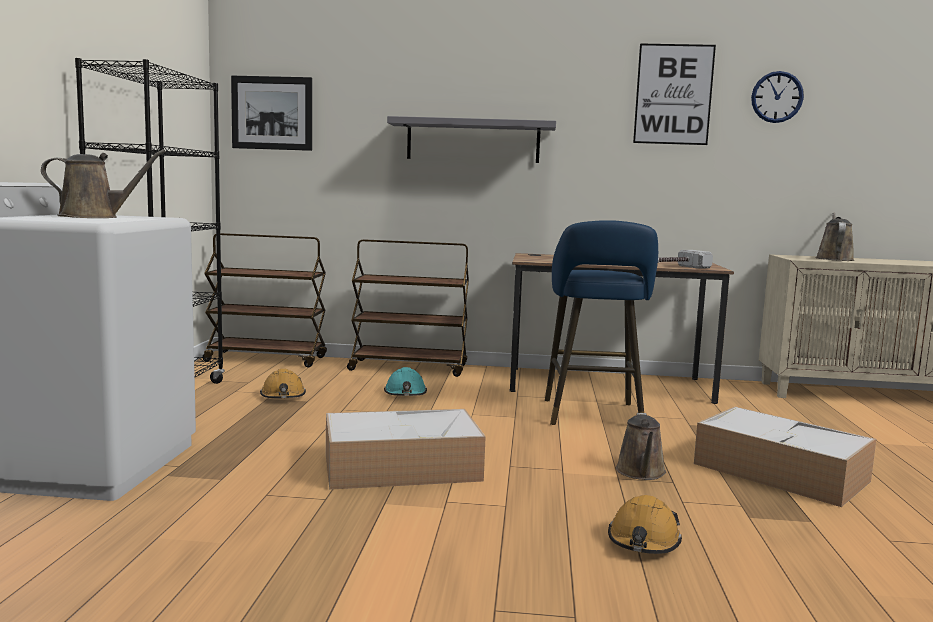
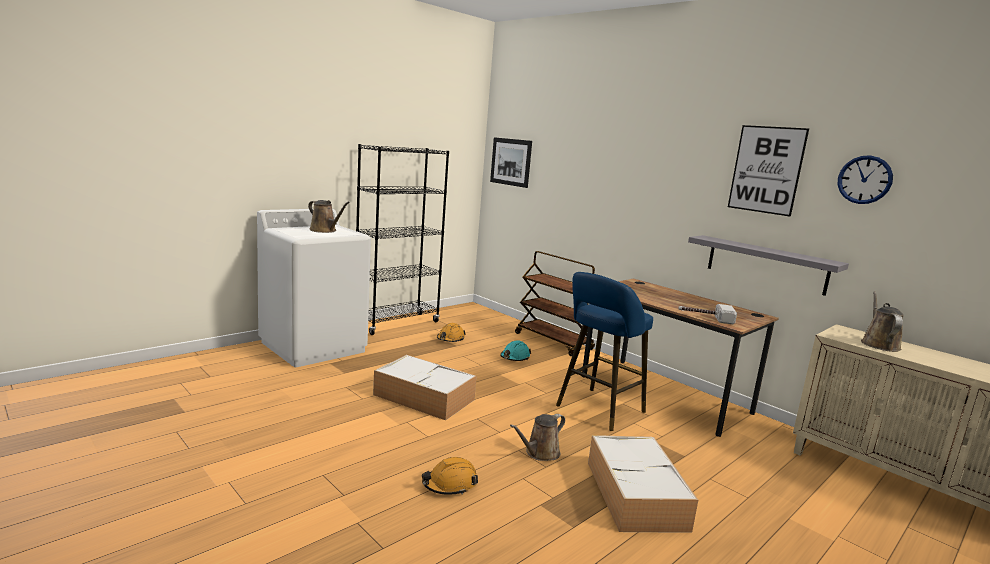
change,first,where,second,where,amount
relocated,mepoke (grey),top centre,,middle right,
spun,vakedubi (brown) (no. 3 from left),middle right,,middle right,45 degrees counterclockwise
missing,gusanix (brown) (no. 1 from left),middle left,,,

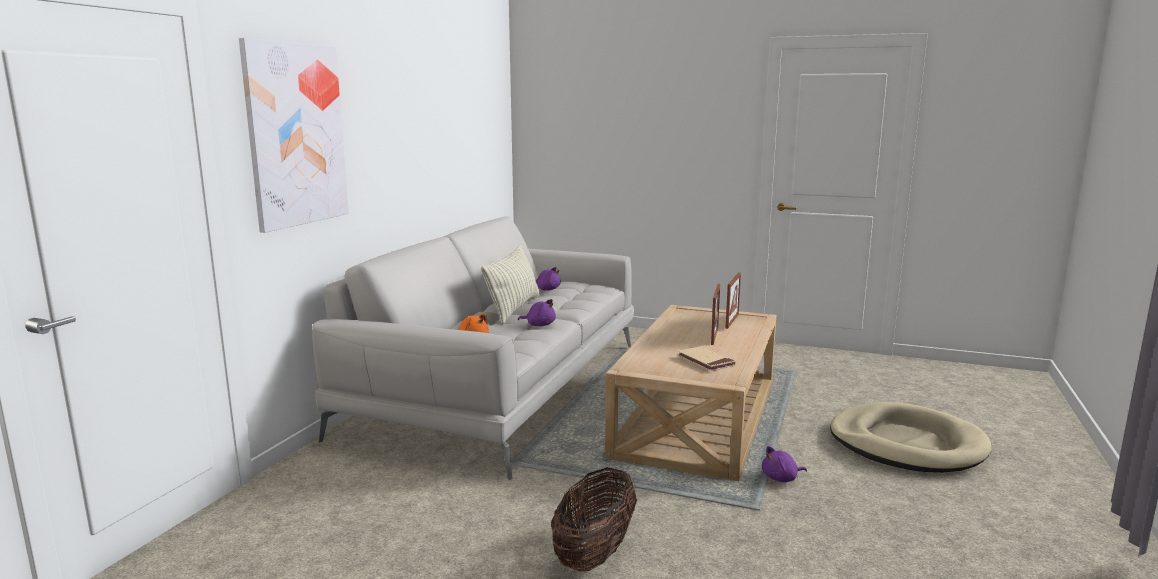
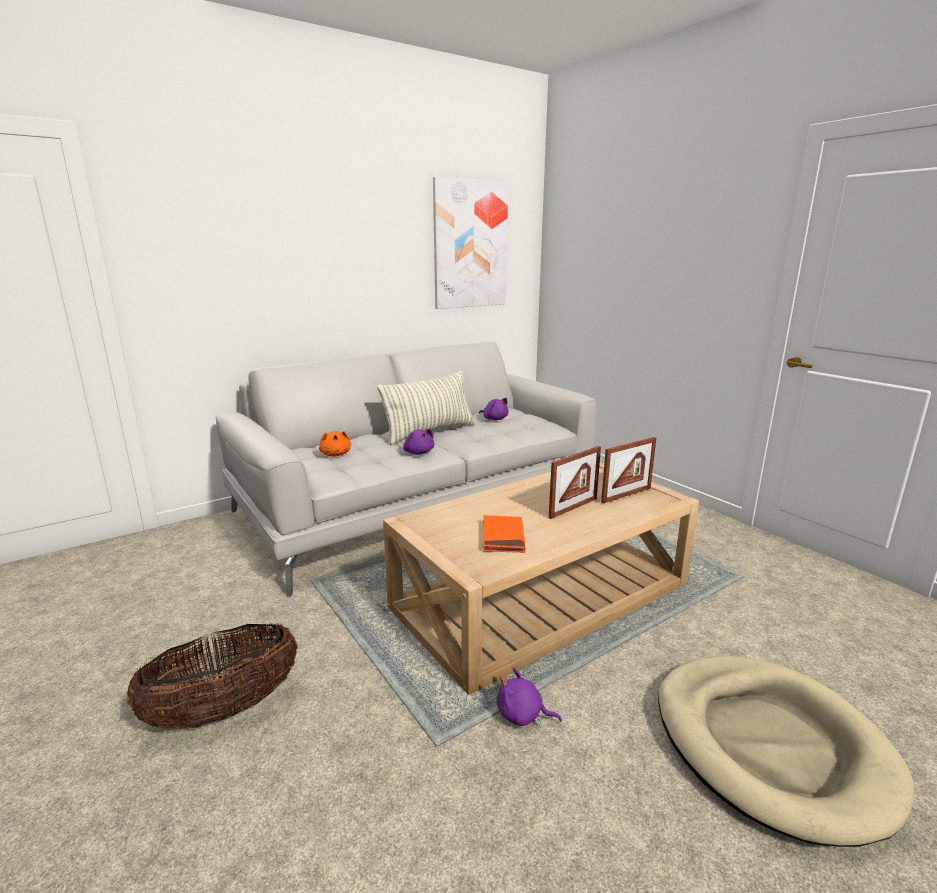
change,first,where,second,where,amount
relocated,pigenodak,top left,,top centre,
colour,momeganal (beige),centre,momeganal (orange),centre,

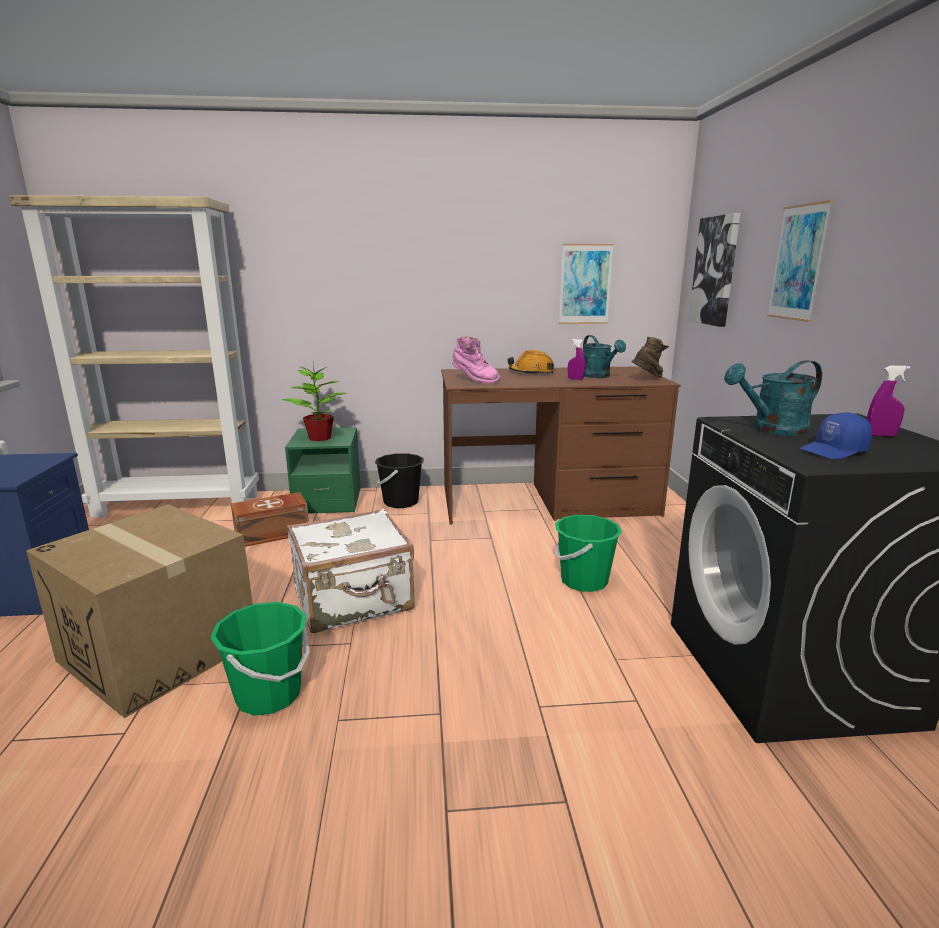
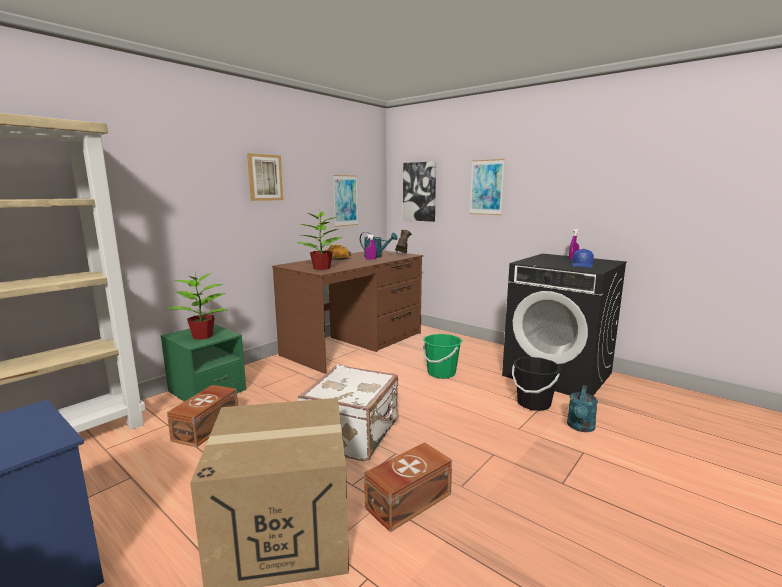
change,first,where,second,where,amount
appeared,,,pigenodak (no. 1 from left),top centre,
exchanged,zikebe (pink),centre,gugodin (no. 2 from left),centre,
exchanged,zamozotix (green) (no. 1 from left),bottom left,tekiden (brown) (no. 2 from left),bottom centre,
relocated,zamozotix (black),centre,,middle right,
relocated,vakedubi (turquoise) (no. 2 from left),middle right,,bottom right,

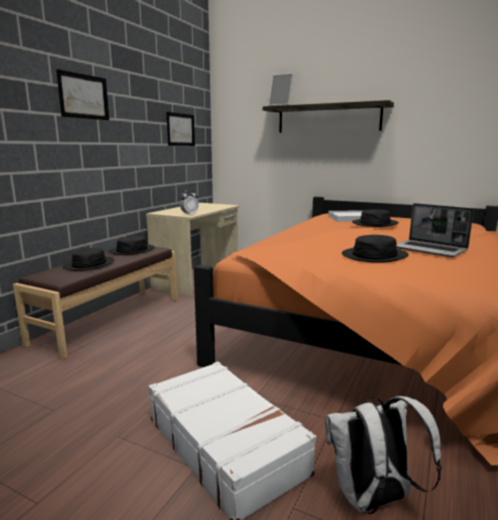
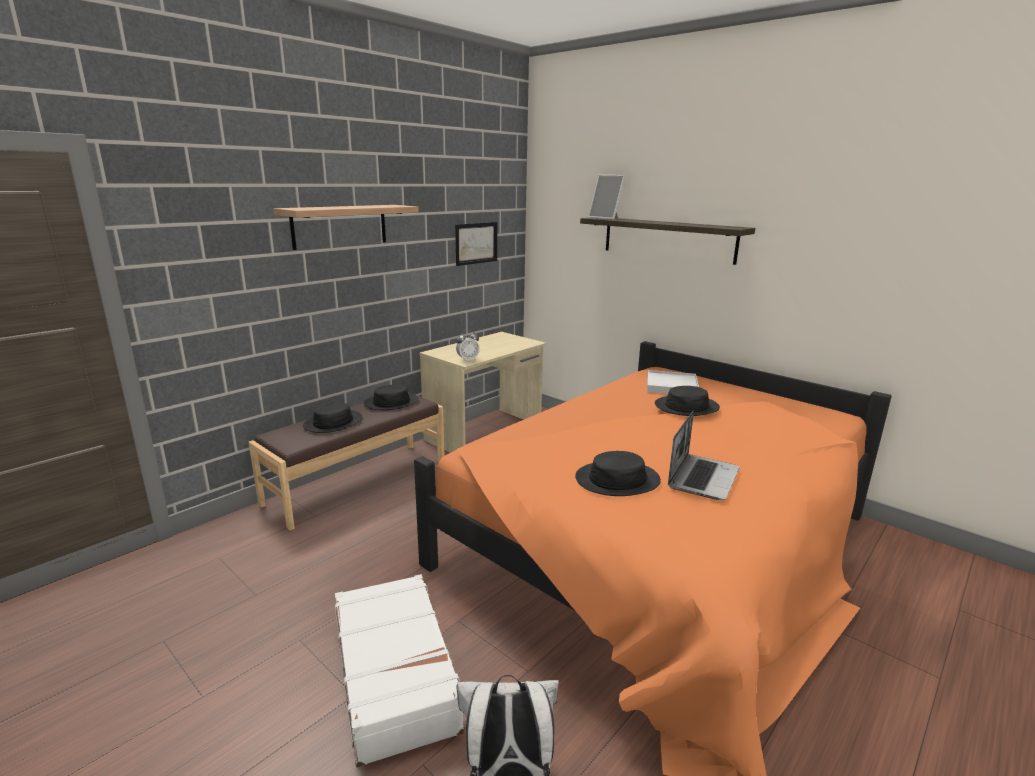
change,first,where,second,where,amount
exchanged,pigenodak (no. 1 from left),top left,mepoke (no. 1 from left),top centre,
spun,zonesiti,middle right,,middle right,120 degrees counterclockwise

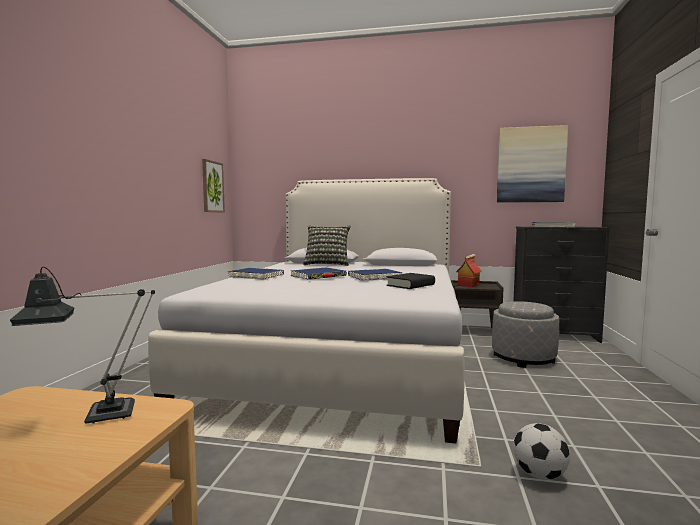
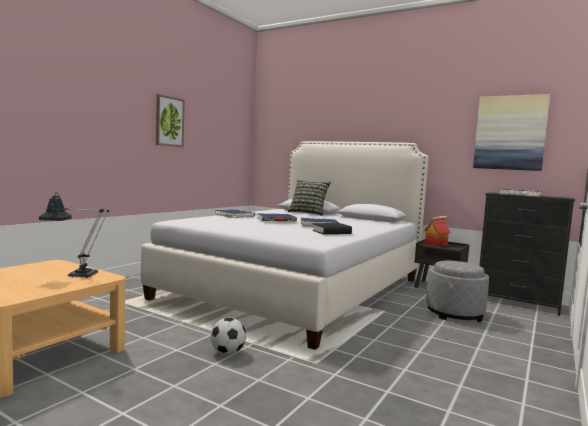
change,first,where,second,where,amount
relocated,pigenodak (no. 1 from left),middle left,,top left,
relocated,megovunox,bottom right,,bottom centre,

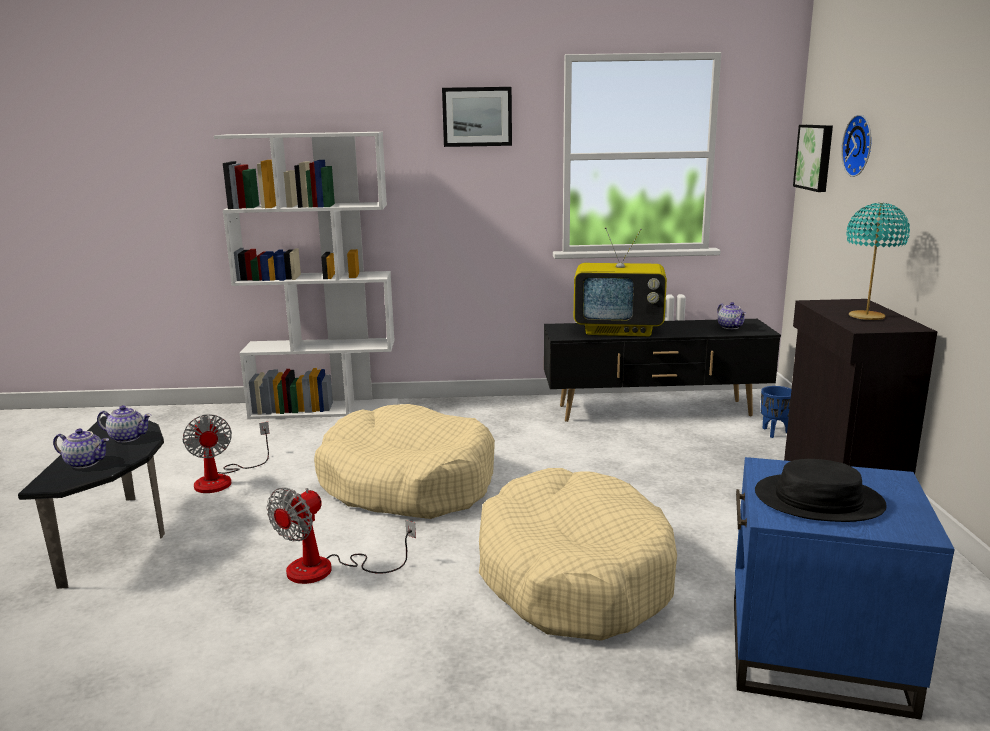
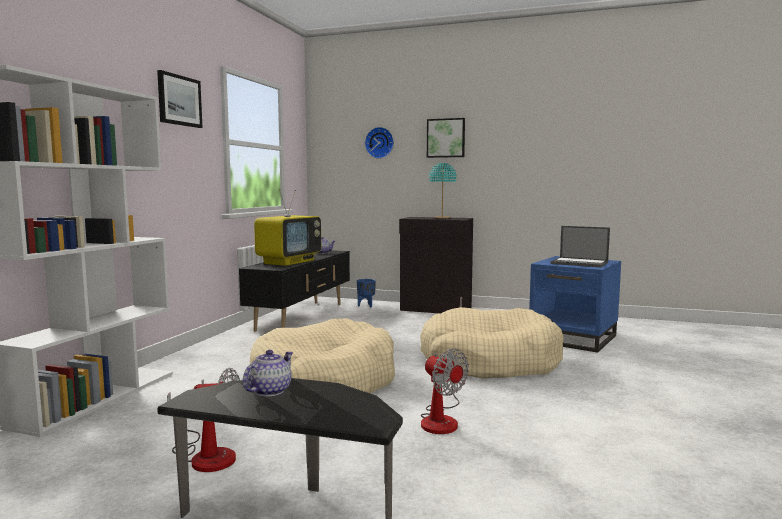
change,first,where,second,where,amount
relocated,pigenodak (no. 2 from left),top right,,top centre,
exchanged,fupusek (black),bottom right,zonesiti,middle right,
missing,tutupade (no. 1 from left),middle left,,,

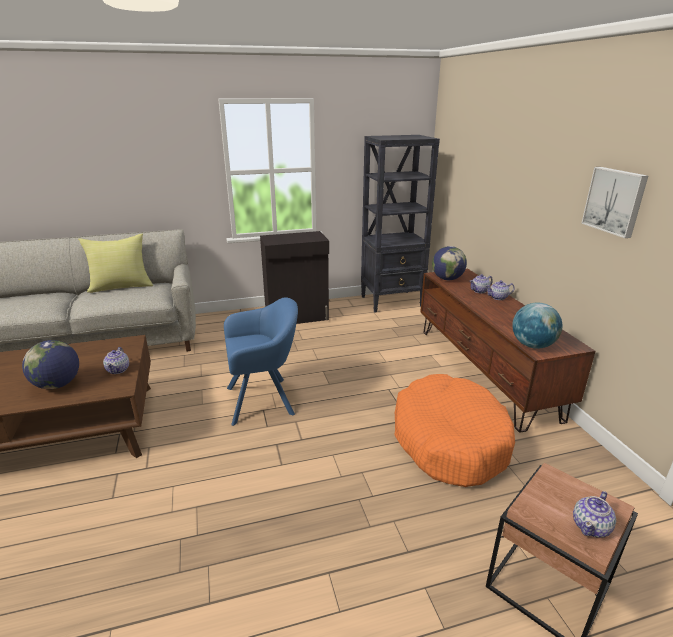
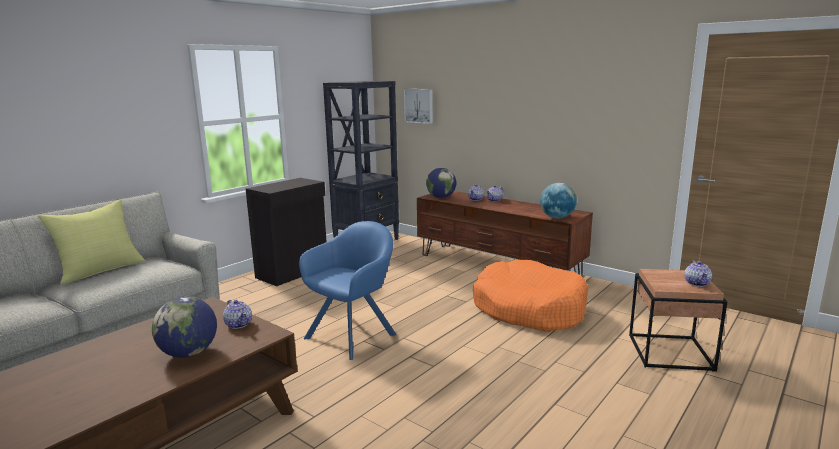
change,first,where,second,where,amount
relocated,pigenodak,top right,,top centre,

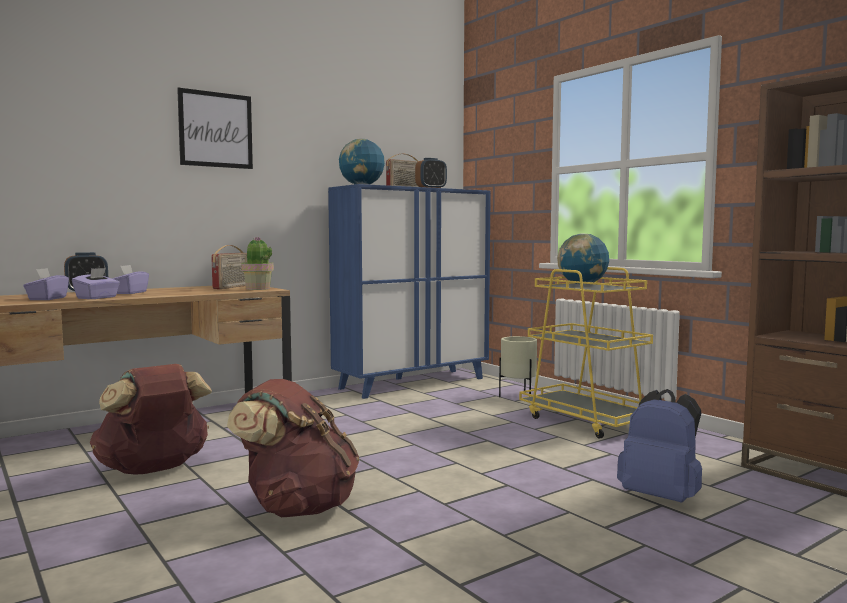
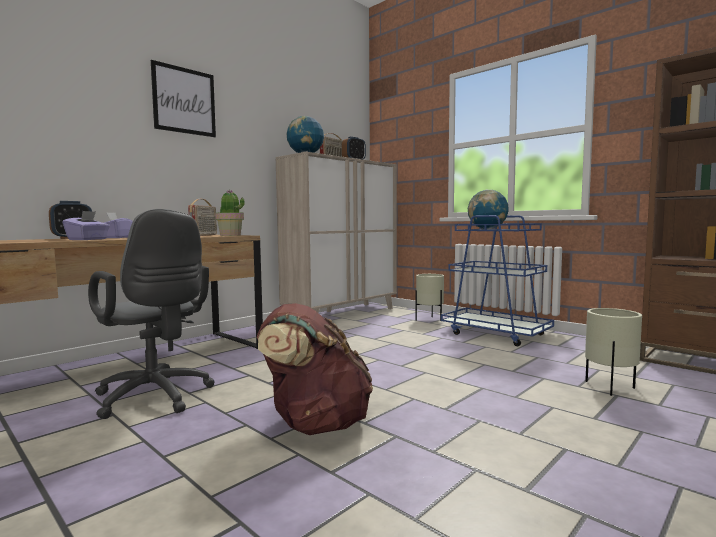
change,first,where,second,where,amount
exchanged,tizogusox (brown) (no. 1 from left),bottom left,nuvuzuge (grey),middle left,
colour,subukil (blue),centre,subukil (beige),centre,
colour,gusanix (yellow),middle right,gusanix (blue),middle right,
exchanged,tizogusox (blue),bottom right,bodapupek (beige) (no. 2 from left),middle right,
missing,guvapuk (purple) (no. 1 from left),middle left,,,

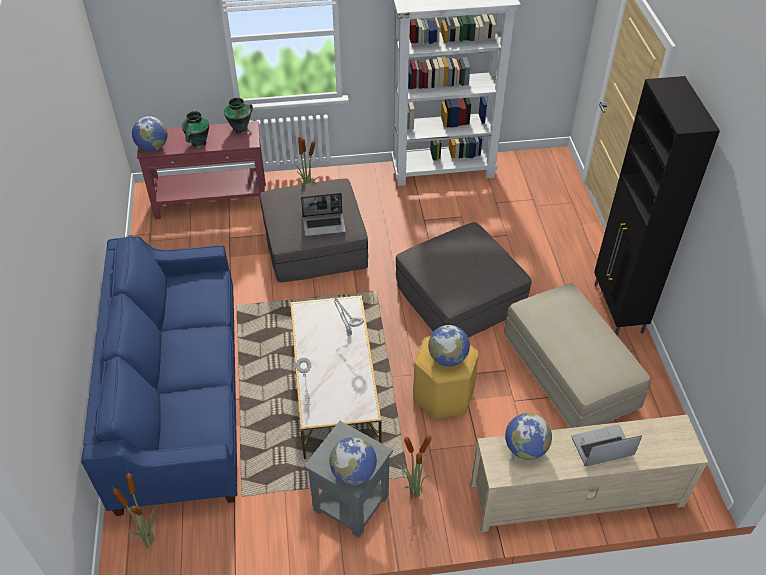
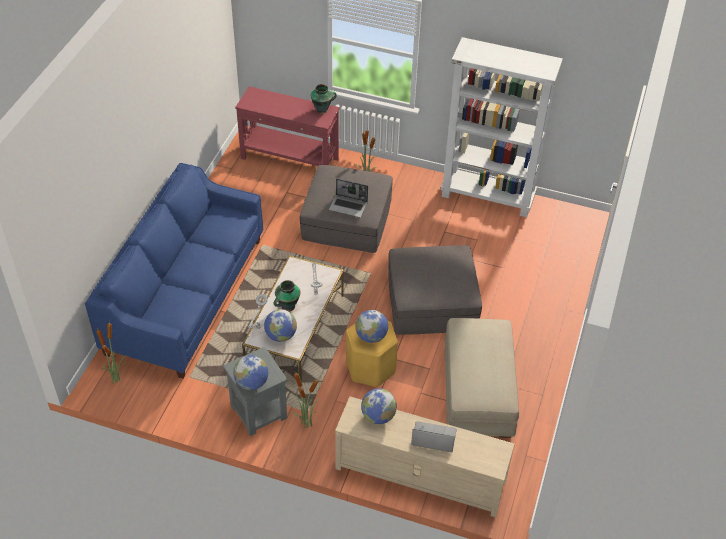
change,first,where,second,where,amount
relocated,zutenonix (no. 1 from left in the first image),top left,zutenonix (no. 2 from left),centre,
relocated,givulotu (no. 1 from left),top left,,centre,
missing,subukil (black),middle right,,,

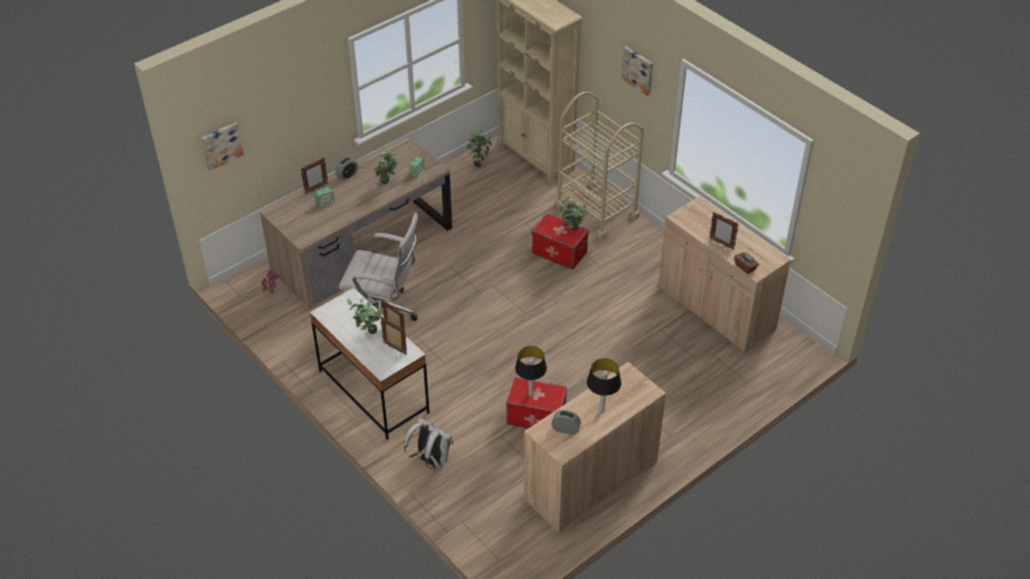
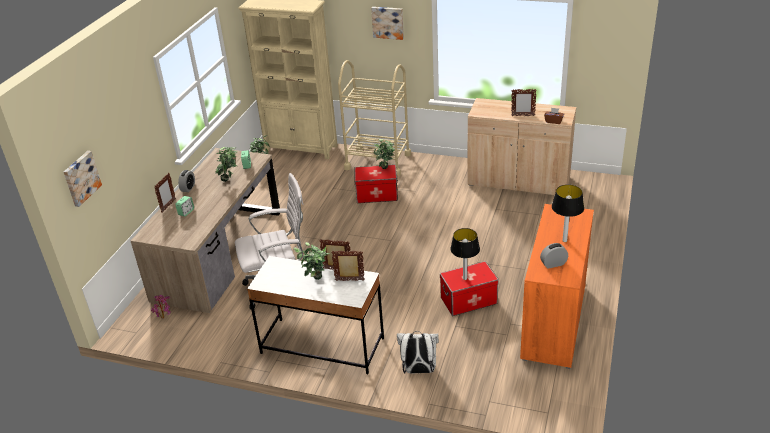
change,first,where,second,where,amount
colour,subukil (beige) (no. 1 from left),bottom centre,subukil (orange),middle right,

